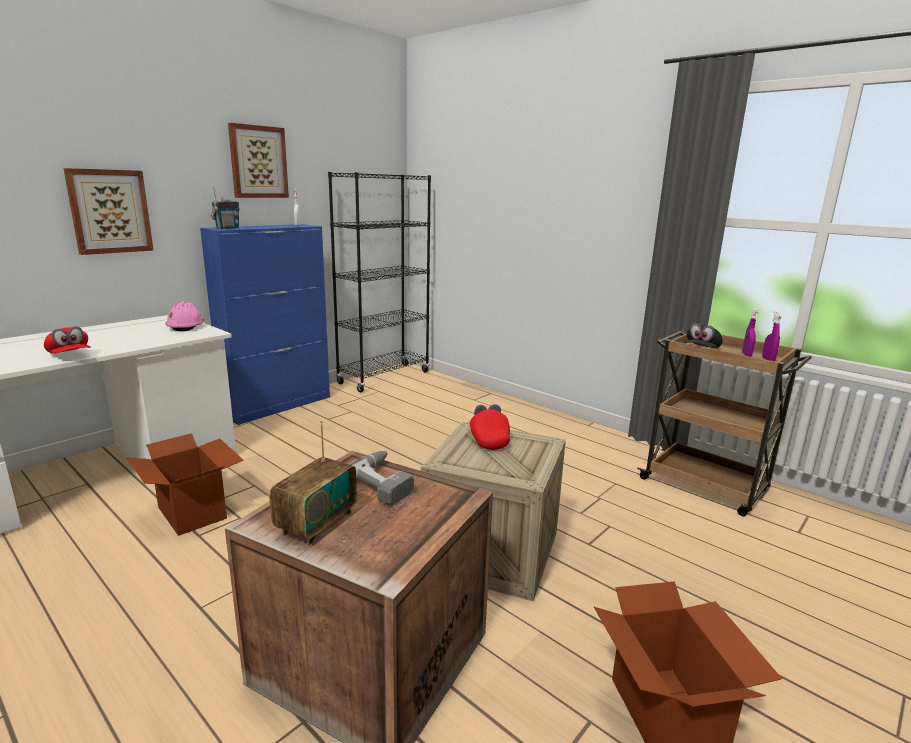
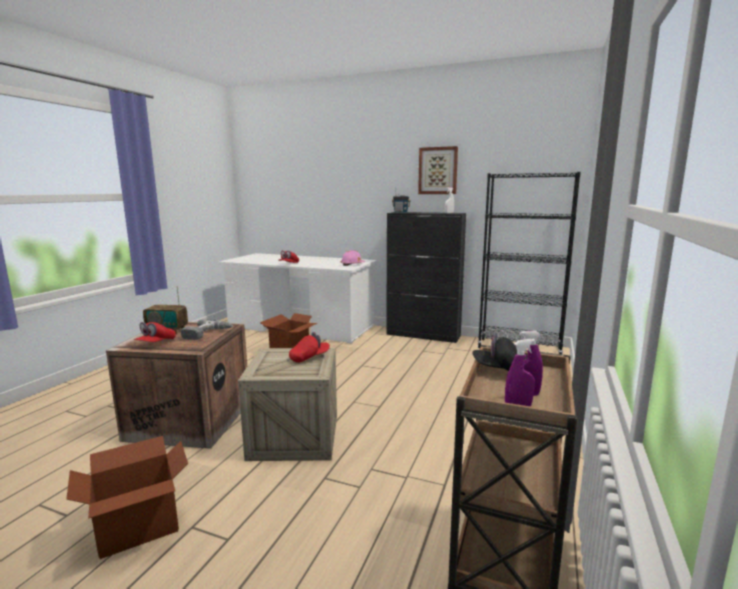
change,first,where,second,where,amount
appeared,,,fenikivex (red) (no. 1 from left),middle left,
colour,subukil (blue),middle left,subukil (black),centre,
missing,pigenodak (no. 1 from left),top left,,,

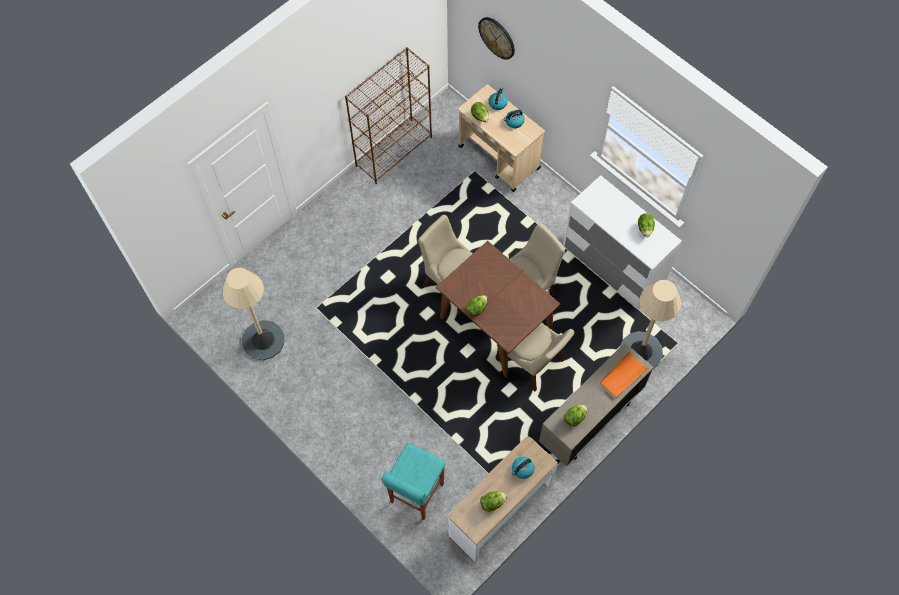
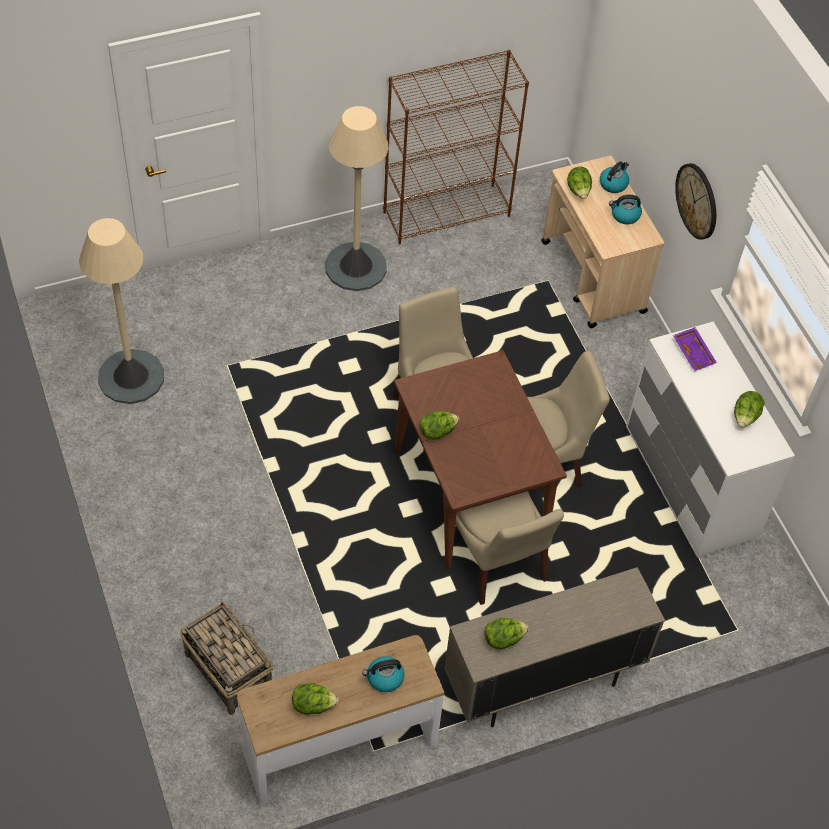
change,first,where,second,where,amount
exchanged,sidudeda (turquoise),bottom centre,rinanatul,bottom left,
relocated,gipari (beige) (no. 2 from left),middle right,,top centre,
appeared,,,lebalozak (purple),middle right,
relocated,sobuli,top centre,,top right,
missing,lebalozak (orange),middle right,,,

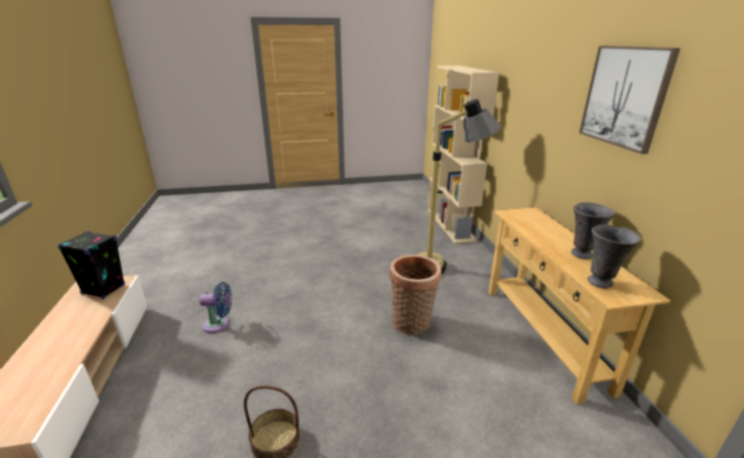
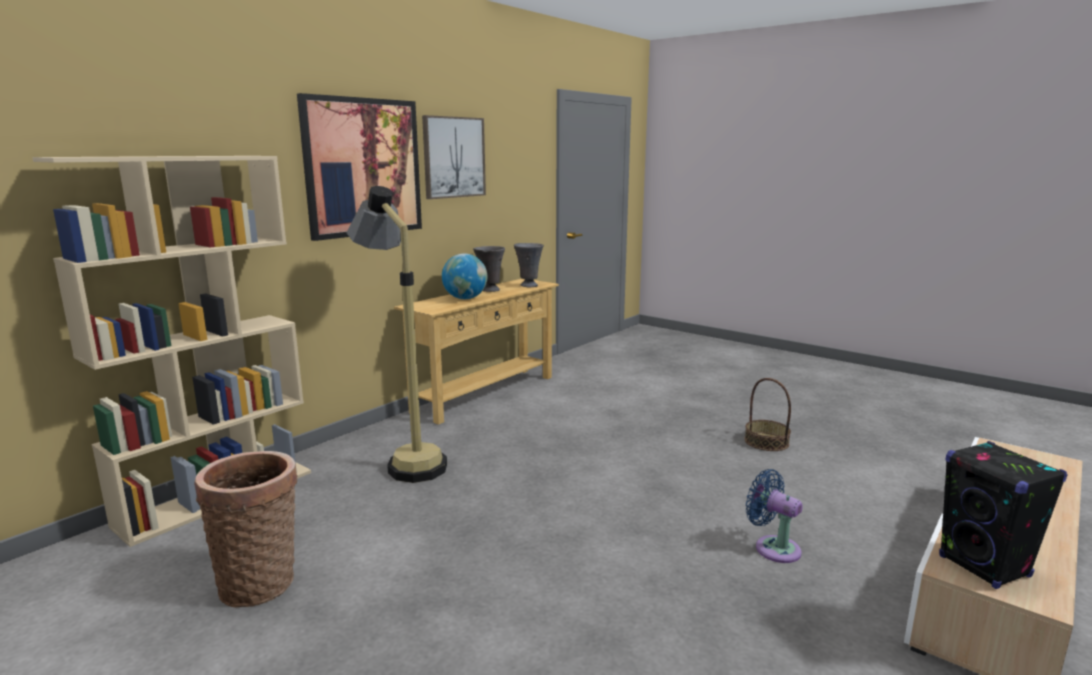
change,first,where,second,where,amount
relocated,rinanatul (no. 2 from left in the first image),centre,rinanatul (no. 1 from left),bottom left,
appeared,,,pigenodak (no. 1 from left),top left,
appeared,,,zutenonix,centre,

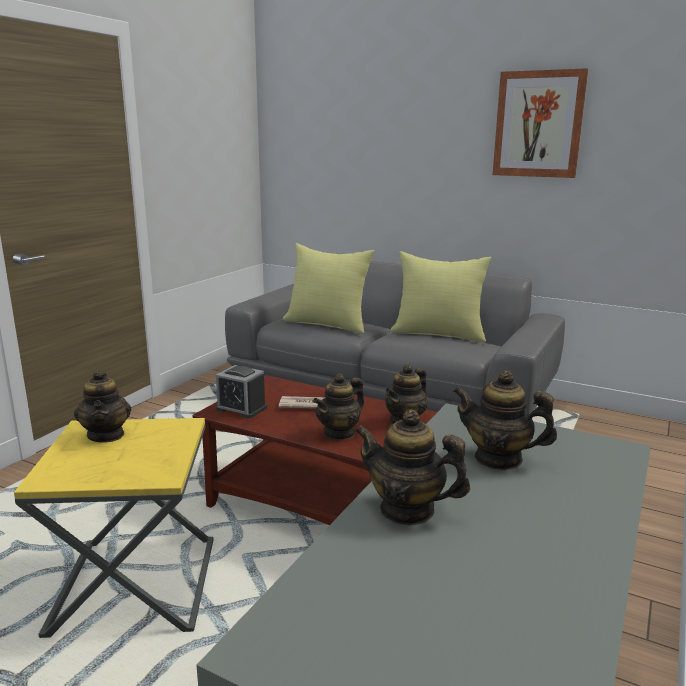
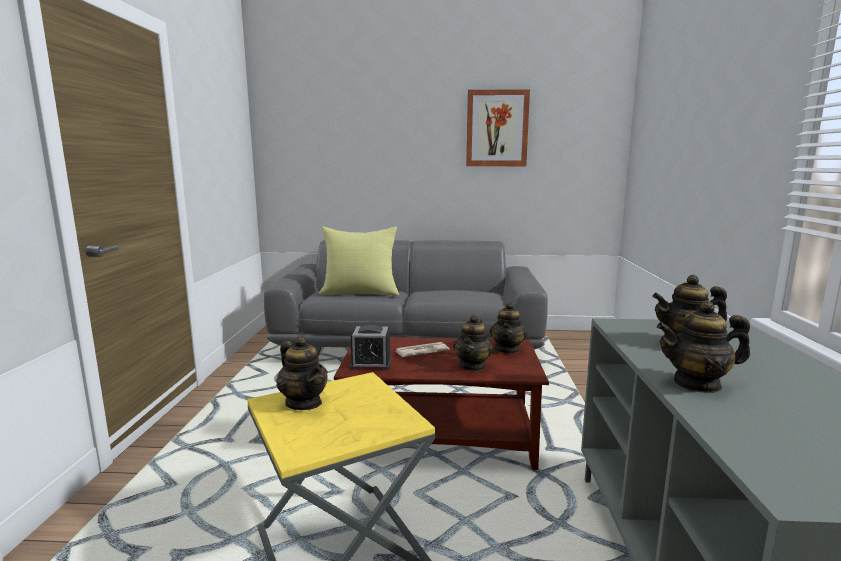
change,first,where,second,where,amount
missing,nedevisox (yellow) (no. 2 from left),centre,,,

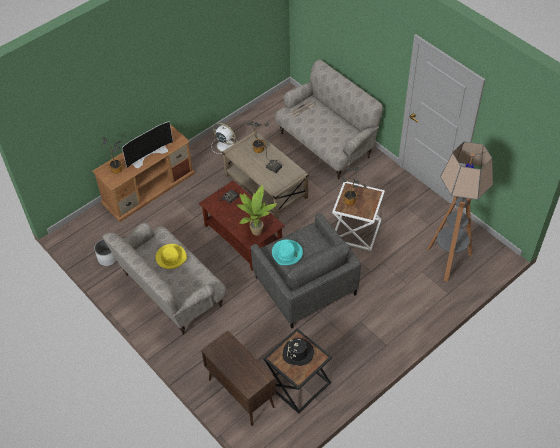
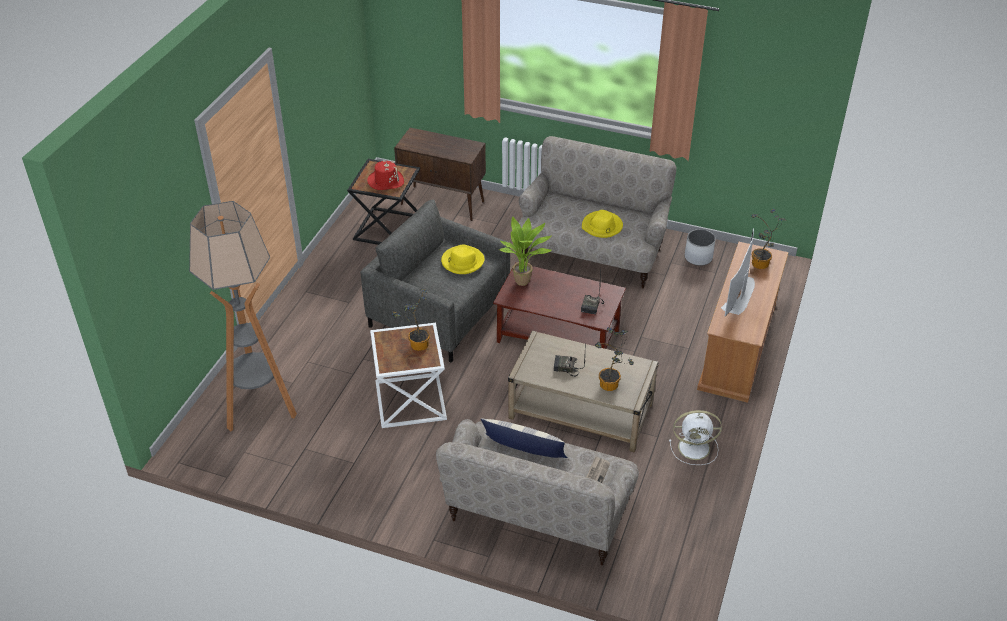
change,first,where,second,where,amount
colour,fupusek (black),bottom centre,fupusek (red),top centre,
colour,fupusek (turquoise),centre,fupusek (yellow) (no. 1 from left),centre,
appeared,,,nedevisox,bottom centre,

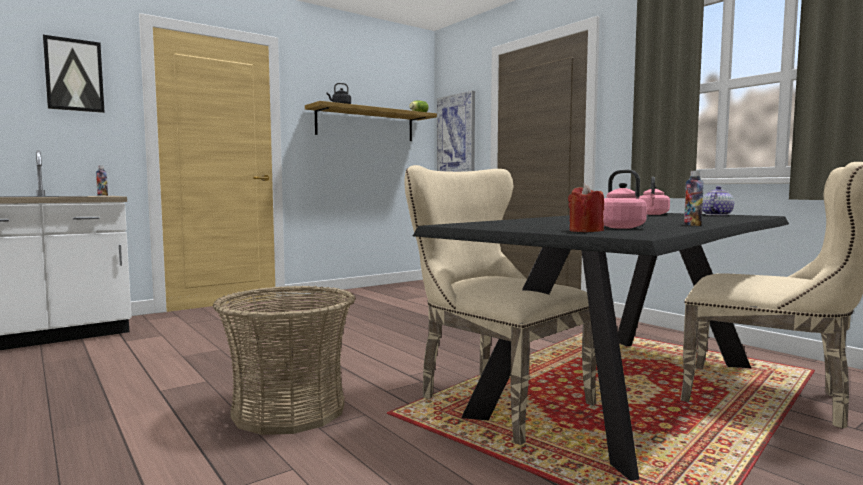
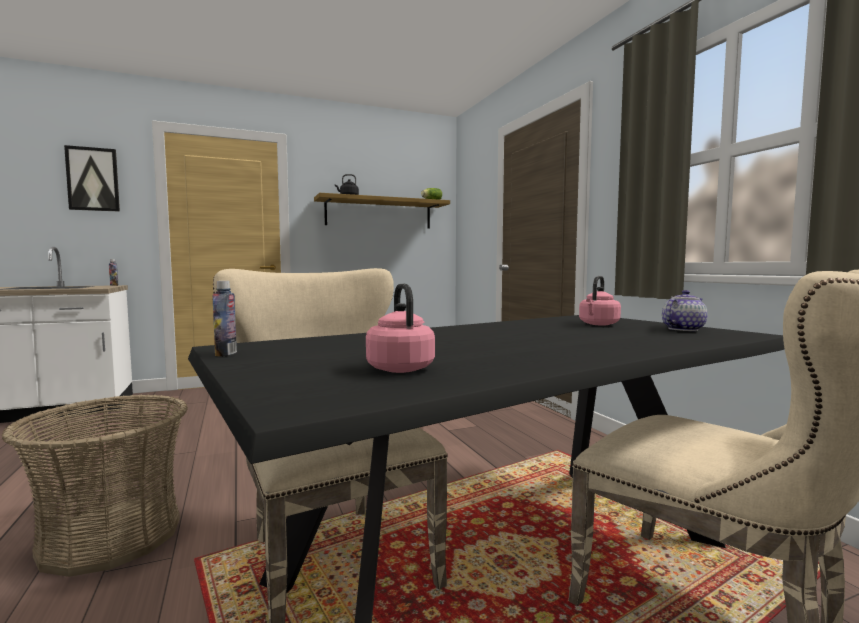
change,first,where,second,where,amount
relocated,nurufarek (no. 2 from left),middle right,,middle left,
missing,pigenodak (no. 2 from left),top centre,,,
missing,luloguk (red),middle right,,,

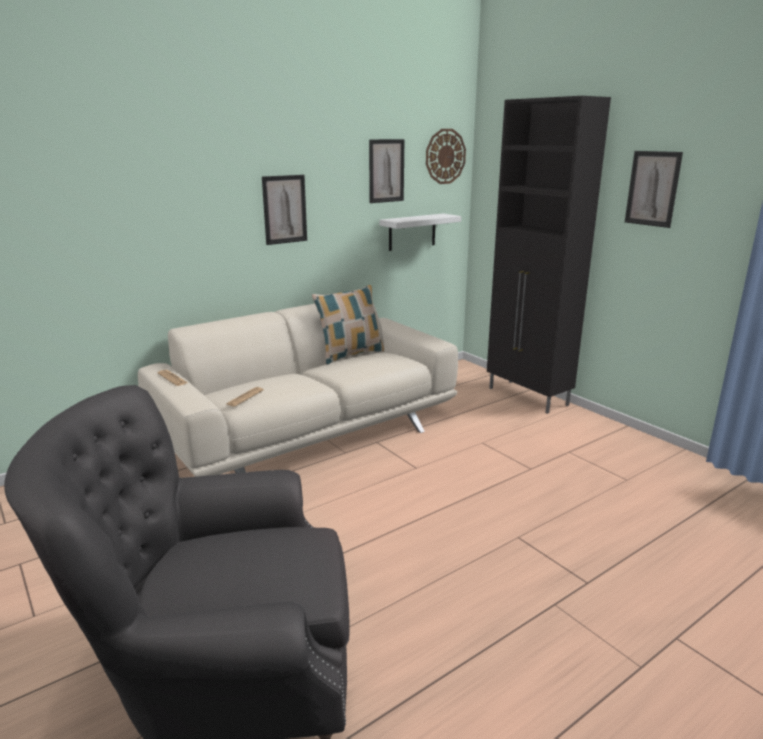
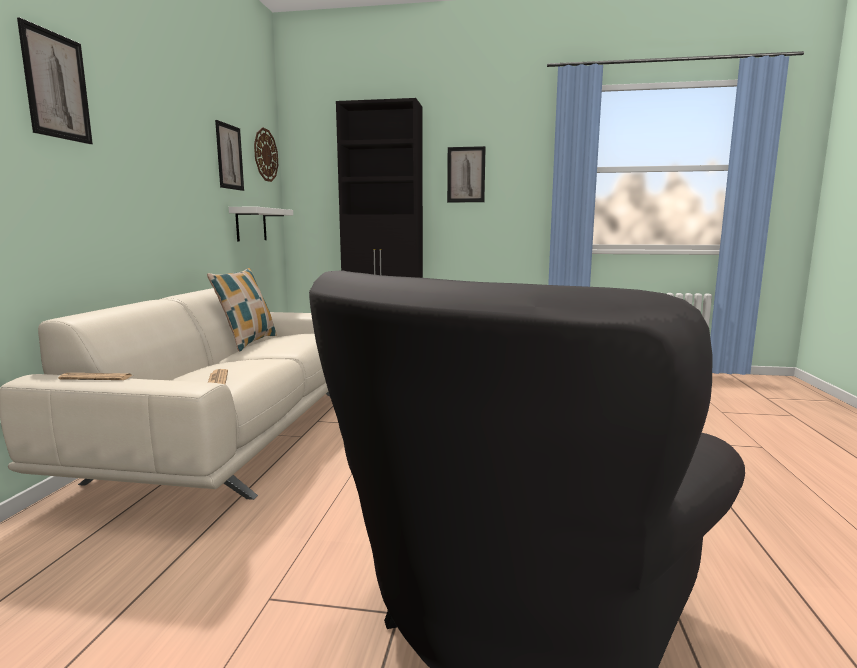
change,first,where,second,where,amount
relocated,pigenodak (no. 1 from left),top centre,,top left,

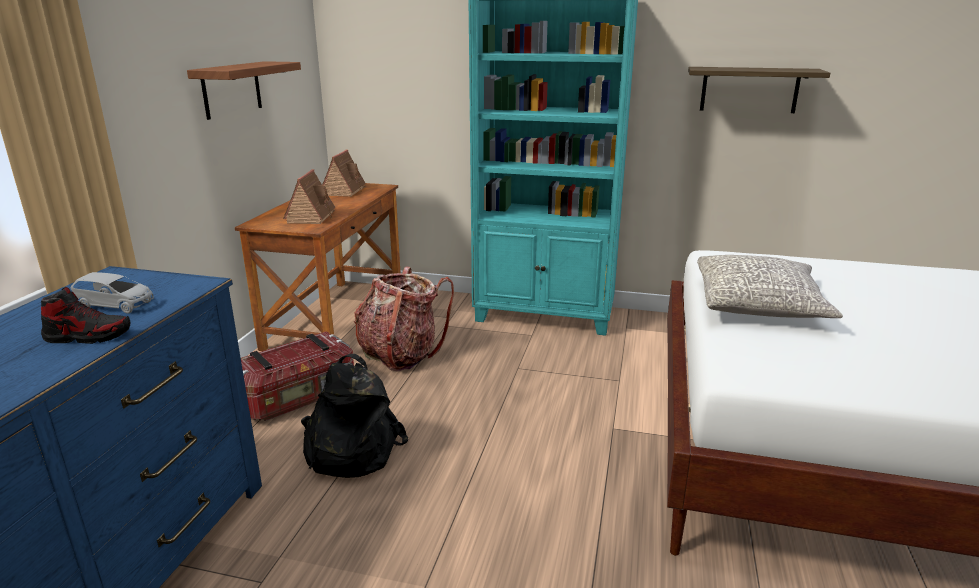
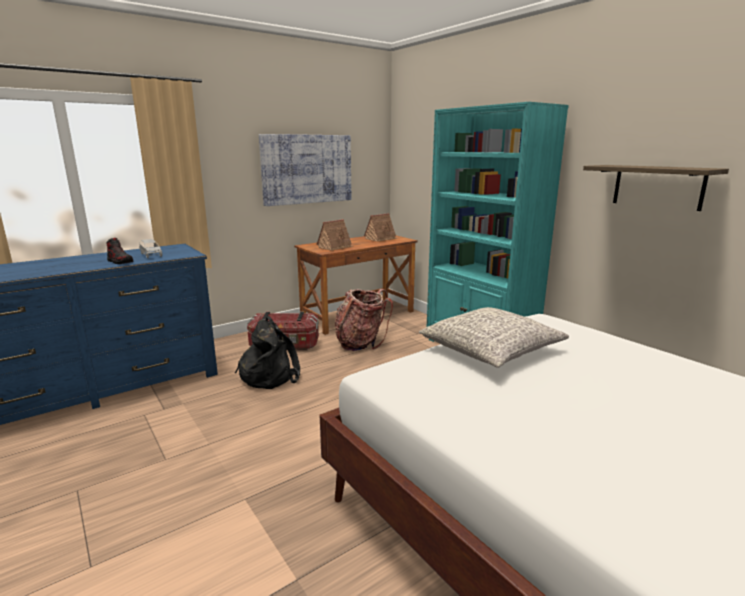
change,first,where,second,where,amount
exchanged,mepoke (no. 1 from left),top left,pigenodak,top centre,

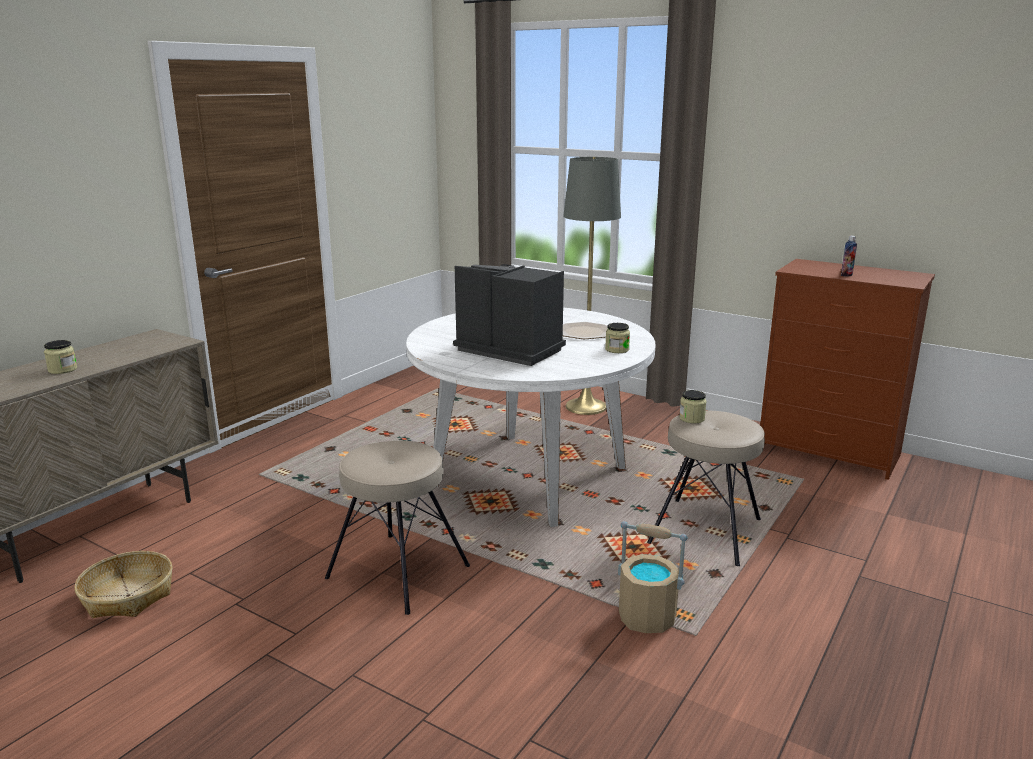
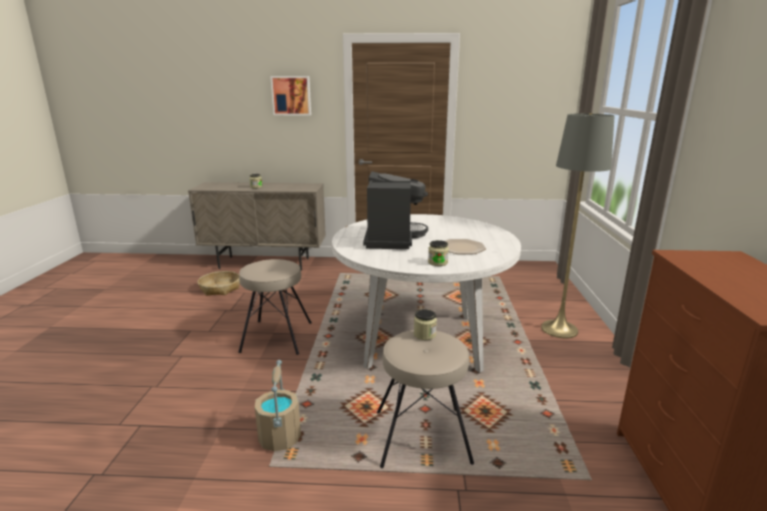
change,first,where,second,where,amount
appeared,,,pigenodak,top centre,
missing,nurufarek,middle right,,,

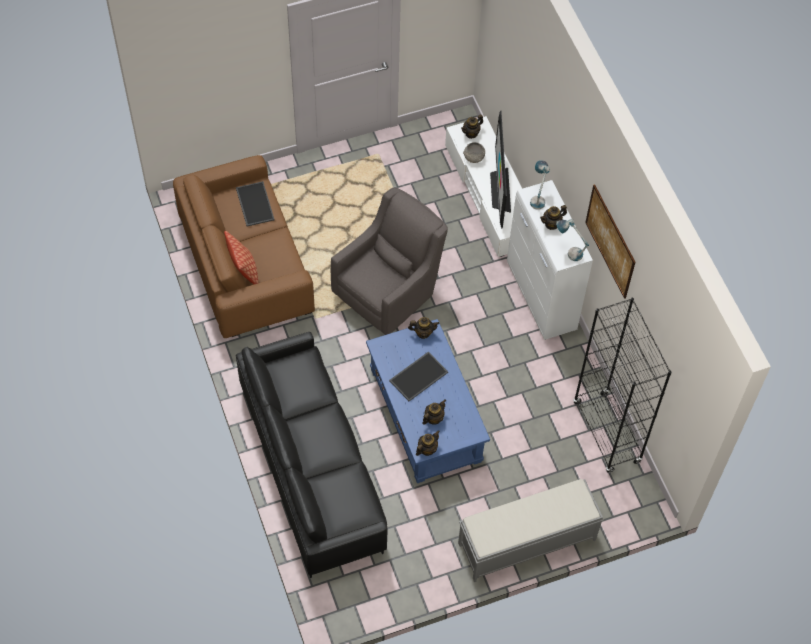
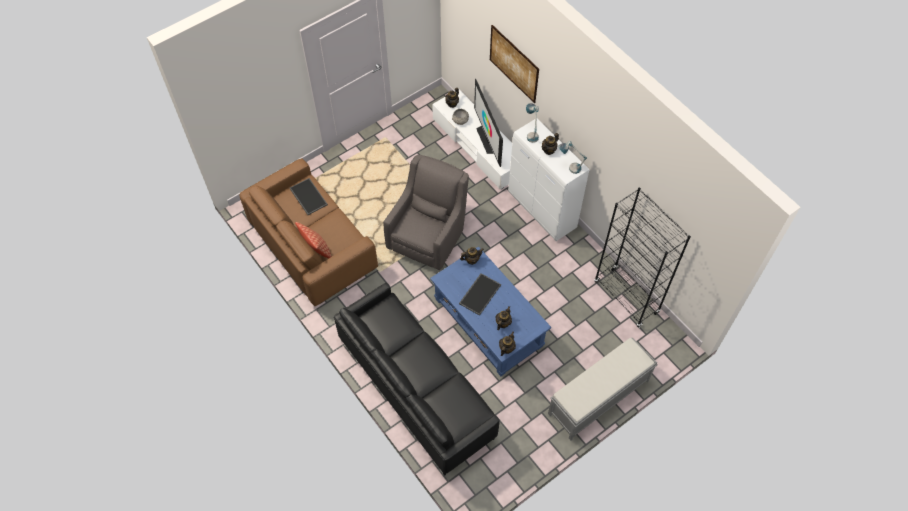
change,first,where,second,where,amount
relocated,pigenodak,middle right,,top centre,

